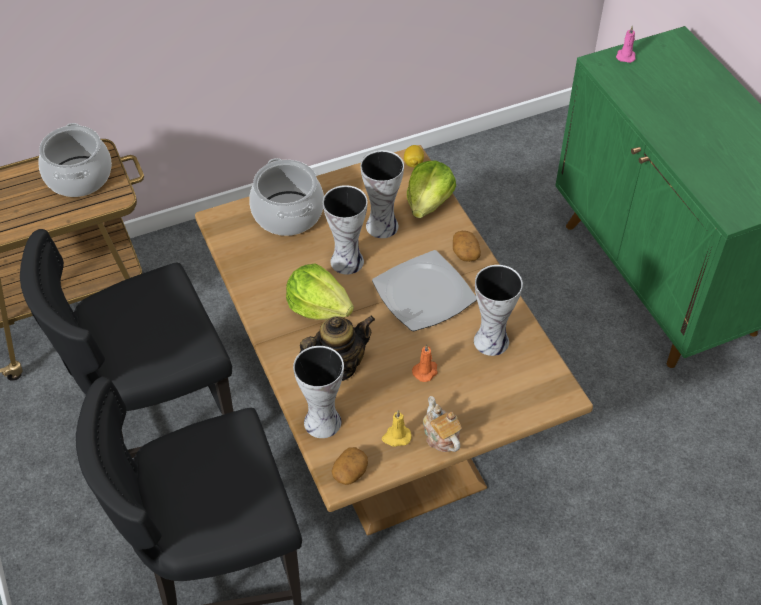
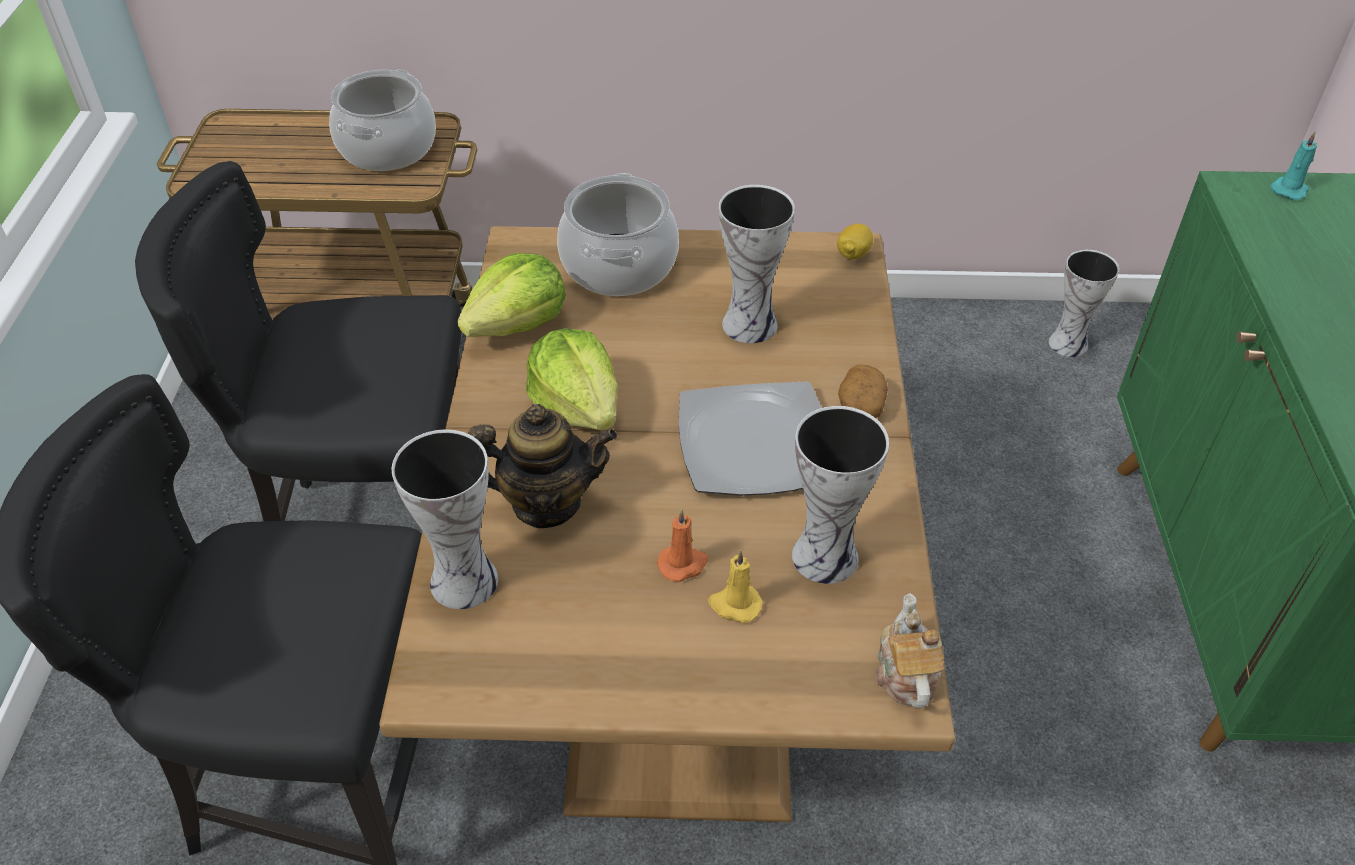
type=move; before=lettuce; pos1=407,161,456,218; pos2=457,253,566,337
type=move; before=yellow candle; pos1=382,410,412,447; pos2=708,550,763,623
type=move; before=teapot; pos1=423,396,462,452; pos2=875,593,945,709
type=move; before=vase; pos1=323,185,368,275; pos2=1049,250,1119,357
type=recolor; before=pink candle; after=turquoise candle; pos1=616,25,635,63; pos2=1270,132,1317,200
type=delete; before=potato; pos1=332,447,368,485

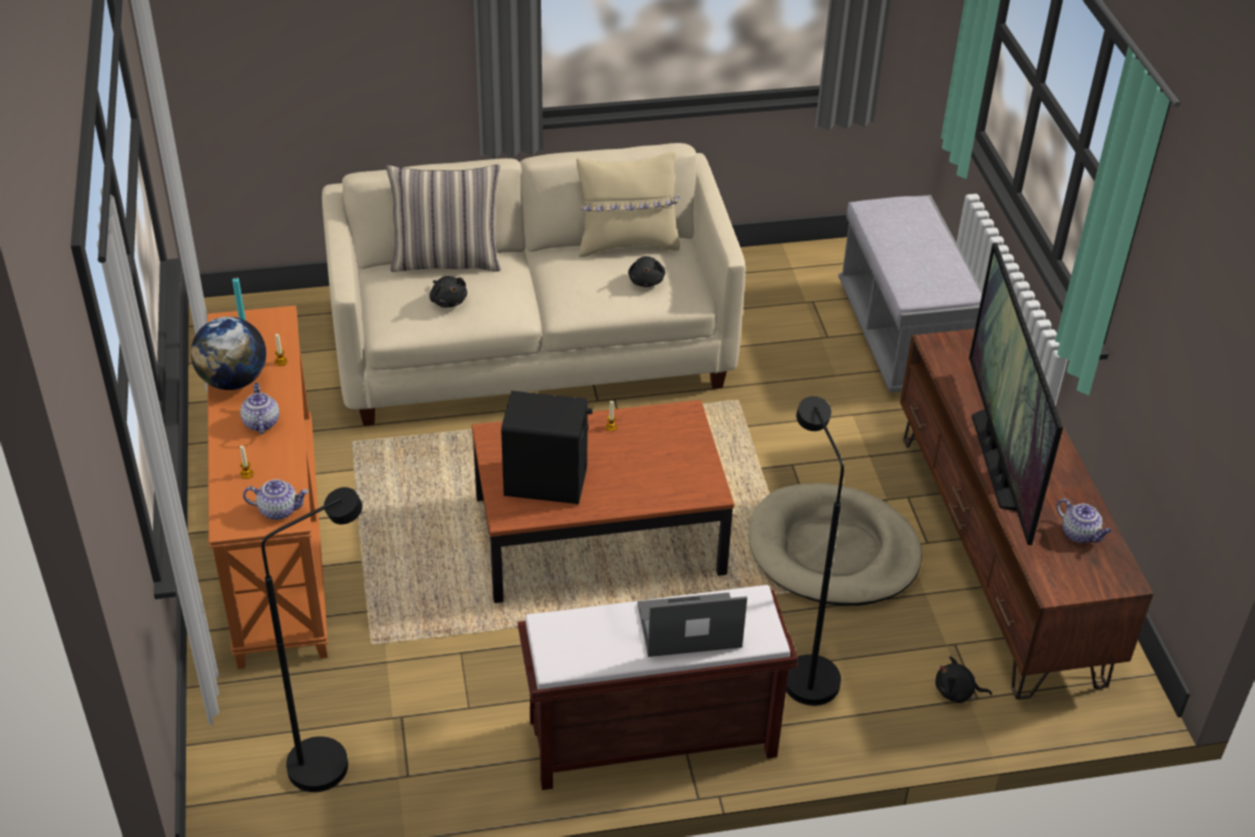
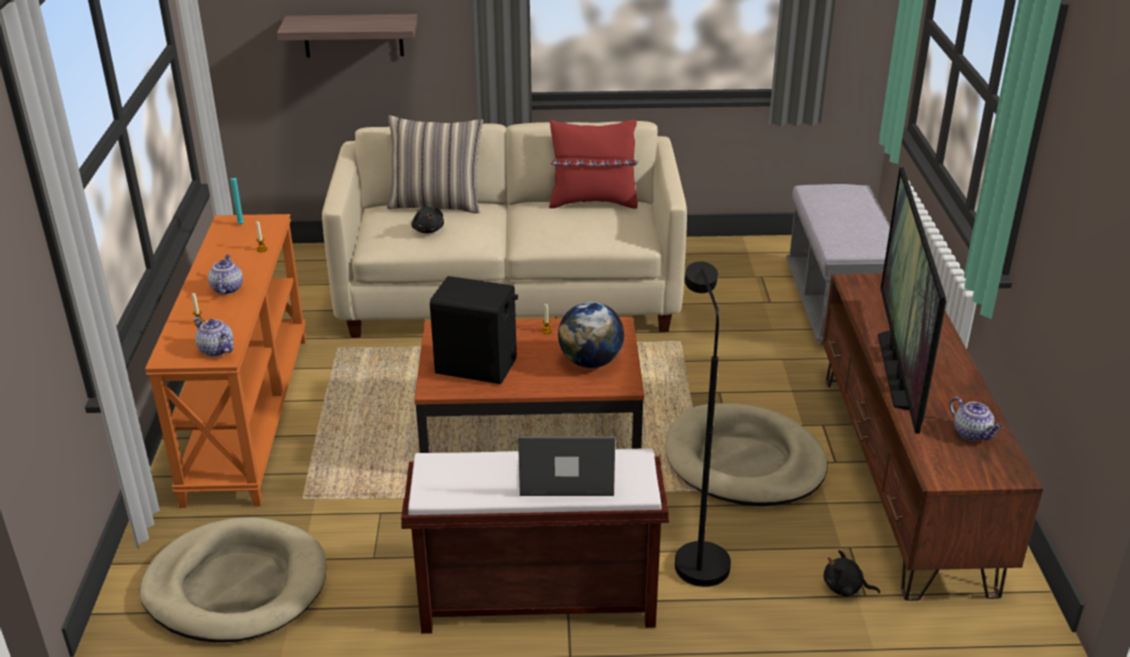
type=replace; before=black floor lamp; after=beige dog bed; pos1=261,487,362,792; pos2=139,517,326,643
type=rotate; before=teapot; pos1=243,479,309,520; pos2=194,317,234,357; turn=-150
type=insert; after=shelf; pos2=277,14,418,58
type=recolor; before=beige pillow; after=red pillow; pos1=576,151,681,257; pos2=549,120,639,209
type=move; before=globe; pos1=191,317,266,390; pos2=558,302,624,368
type=delete; before=black plush toy; pos1=628,256,665,287

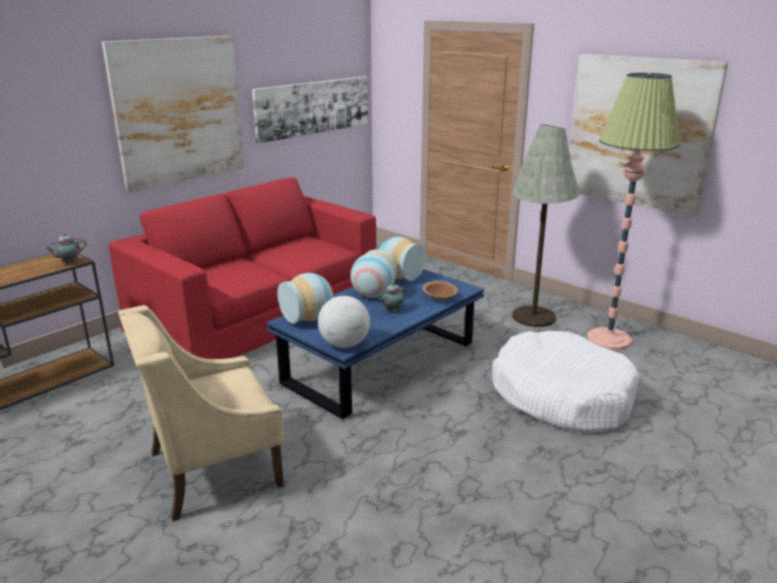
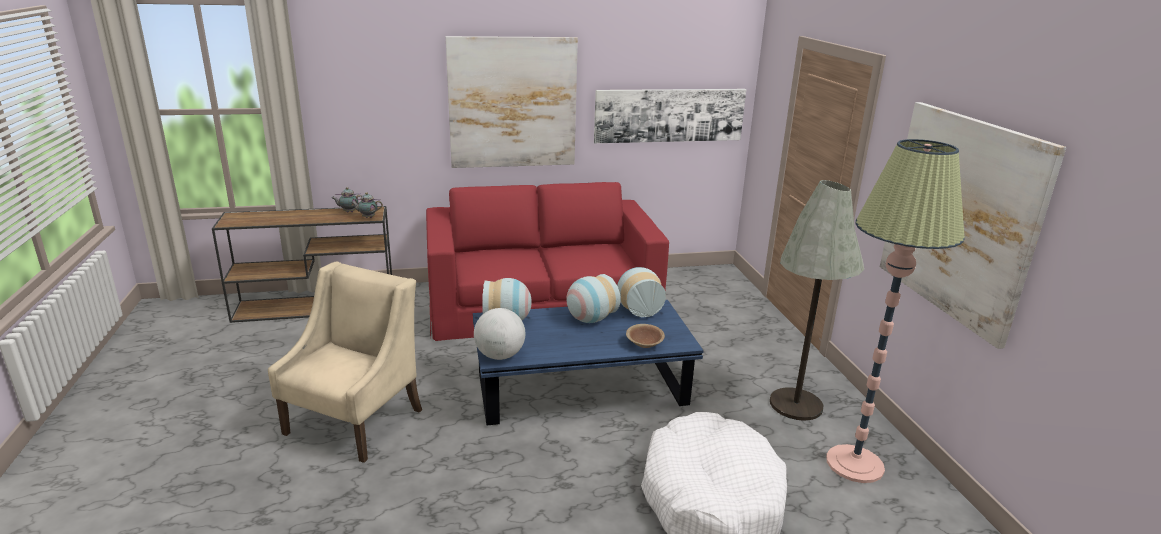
type=rotate; before=beige armchair; pos1=118,305,284,521; pos2=268,261,422,463; turn=105
type=move; before=teapot; pos1=379,282,406,312; pos2=332,187,362,212

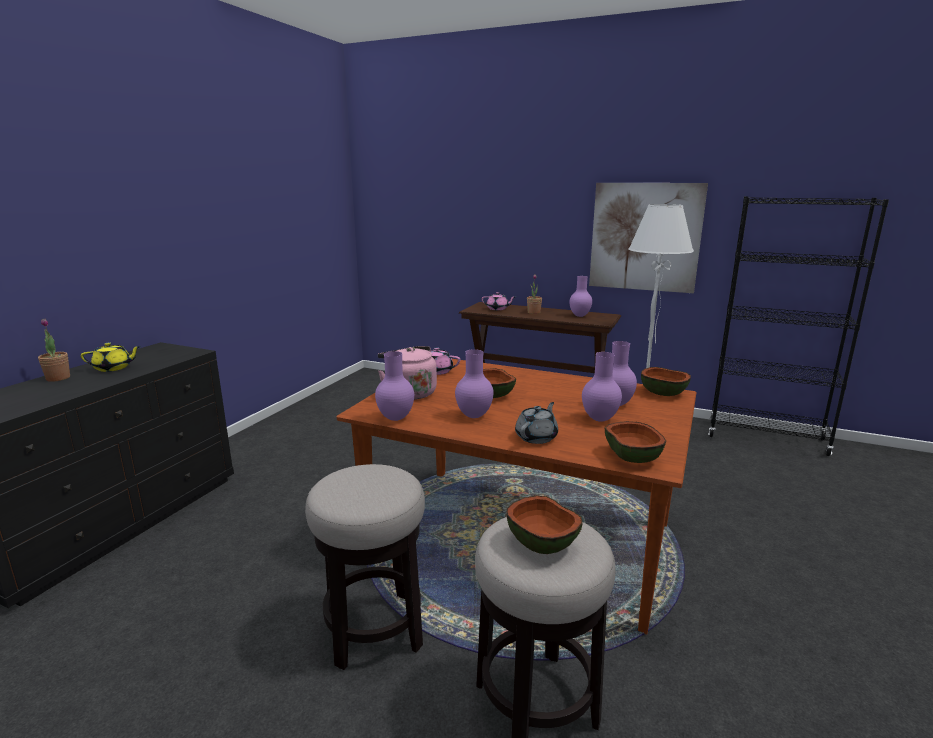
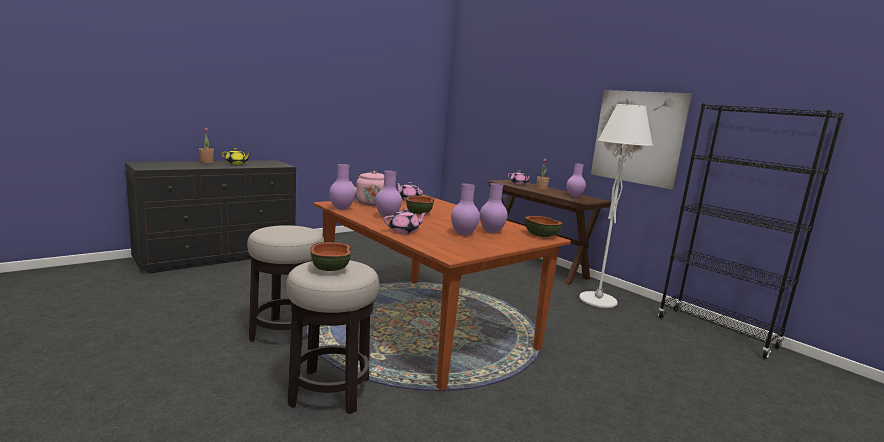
type=recolor; before=grey teapot; after=pink teapot; pos1=515,402,558,444; pos2=384,208,428,234
type=delete; before=bowl; pos1=605,421,666,463

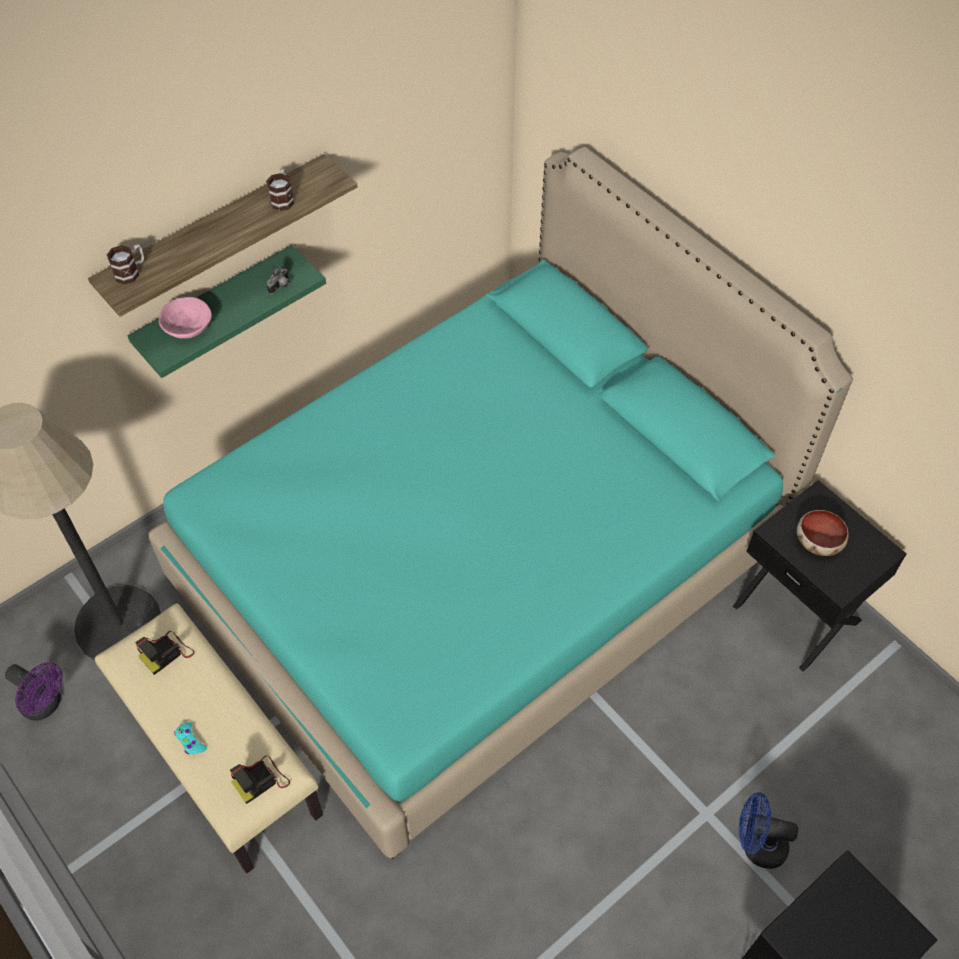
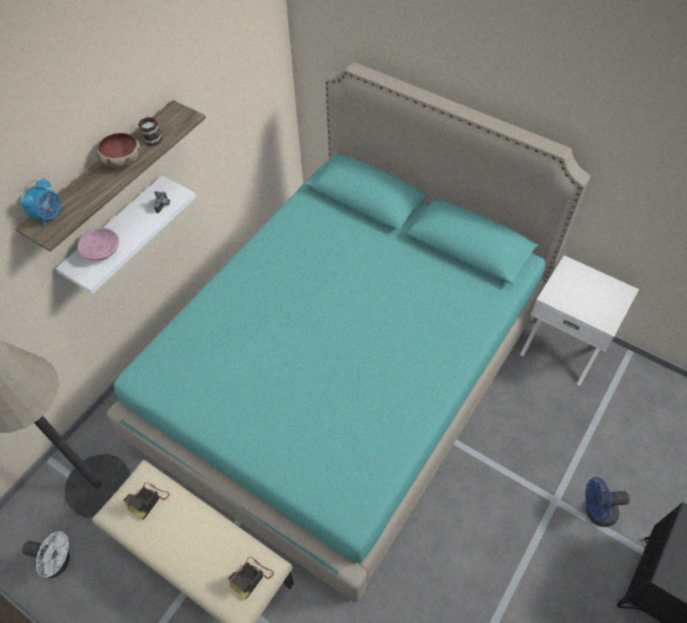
type=replace; before=mug; after=alarm clock; pos1=107,244,144,284; pos2=20,178,62,227
type=recolor; before=purple fan; after=white fan; pos1=5,662,63,721; pos2=22,532,70,578
type=recolor; before=green shelf; after=white shelf; pos1=128,245,326,378; pos2=56,175,196,294
type=move; before=bowl; pos1=796,510,849,556; pos2=97,133,140,168
type=recolor; before=black nightstand; after=white nightstand; pos1=733,480,907,671; pos2=520,255,639,386
type=delete; before=turquoise game controller; pos1=174,722,207,754

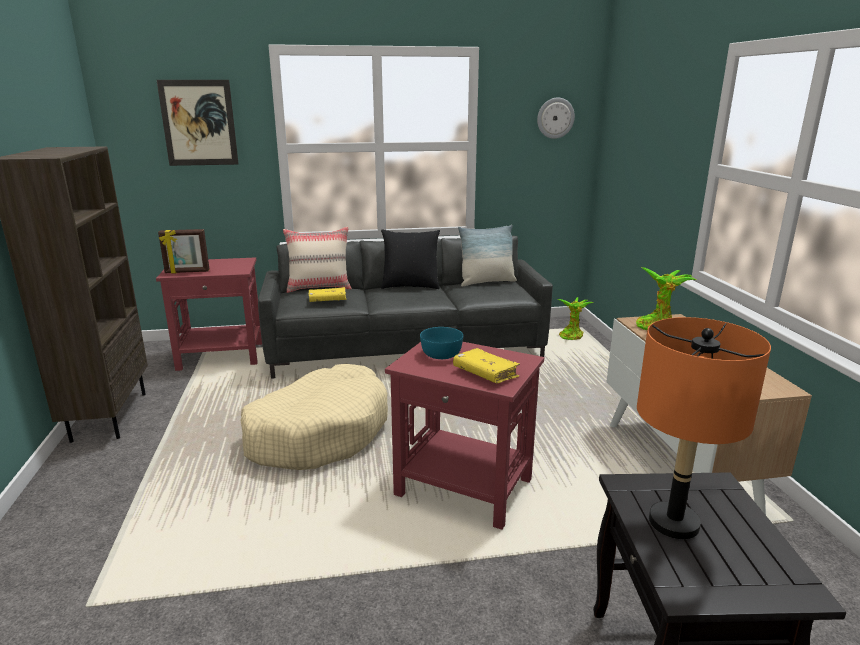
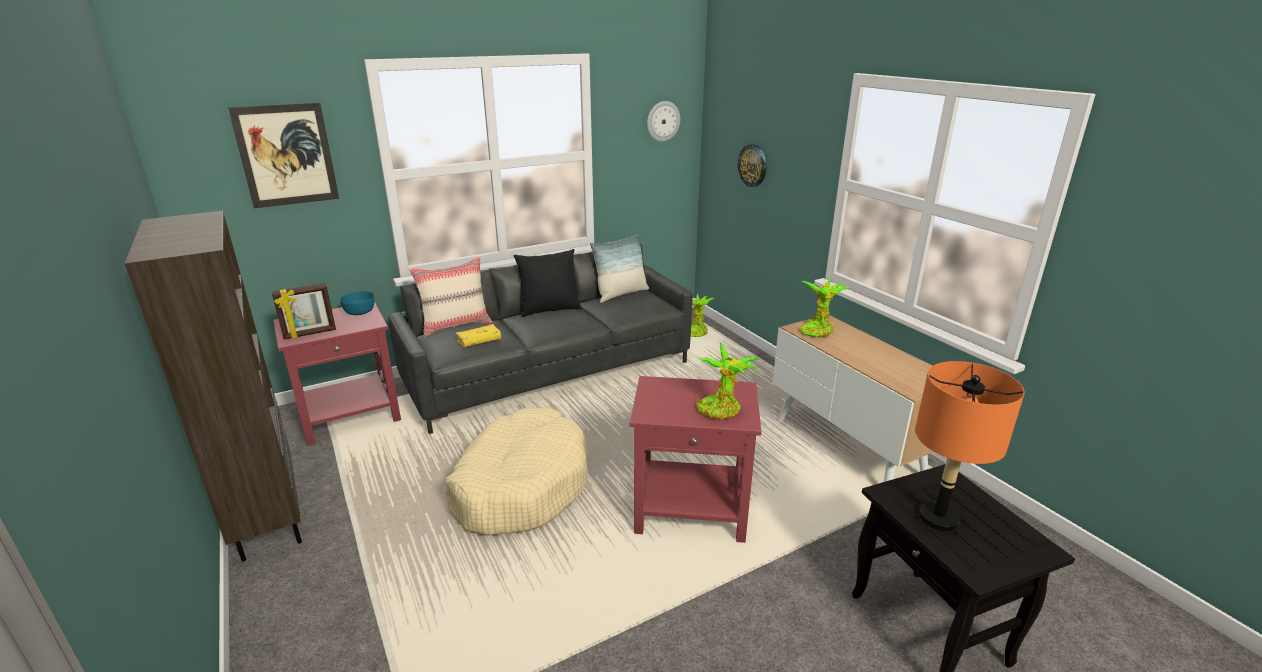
type=move; before=turquoise bowl; pos1=420,327,463,359; pos2=340,291,374,315
type=replace; before=yellow book; after=potted plant; pos1=453,348,520,383; pos2=697,342,760,419
type=insert; after=wall clock; pos2=738,144,767,187

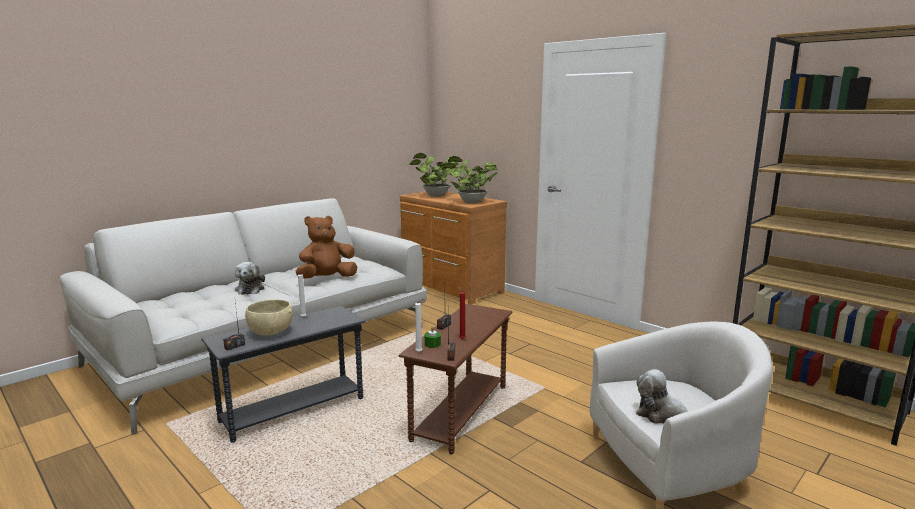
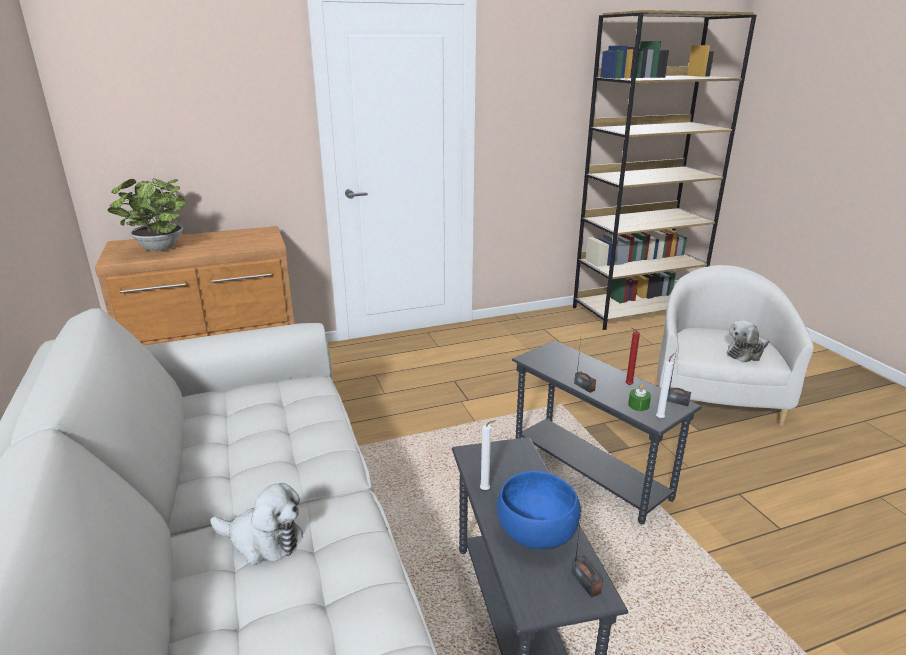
type=recolor; before=beige bowl; after=blue bowl; pos1=245,299,293,335; pos2=497,471,581,549
type=recolor; before=brown side table; after=grey side table; pos1=398,304,513,454; pos2=512,341,702,524
type=delete; before=brown plush toy; pos1=296,216,357,279
type=delete; before=potted plant; pos1=442,156,498,204

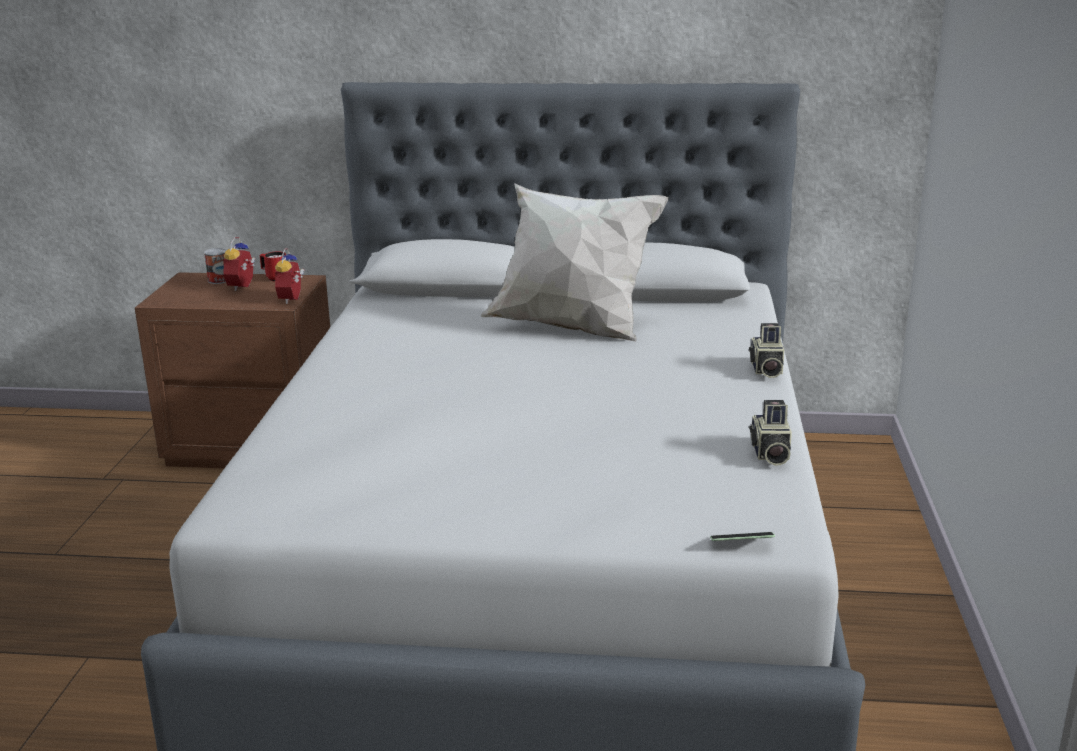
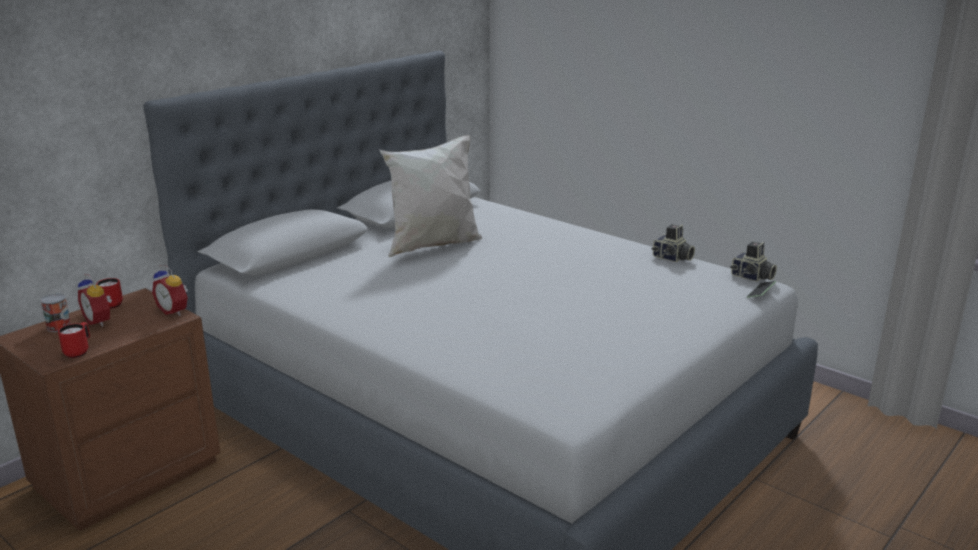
type=insert; after=red mug; pos2=58,322,90,358
type=move; before=photo camera; pos1=749,323,784,378; pos2=730,242,777,282

